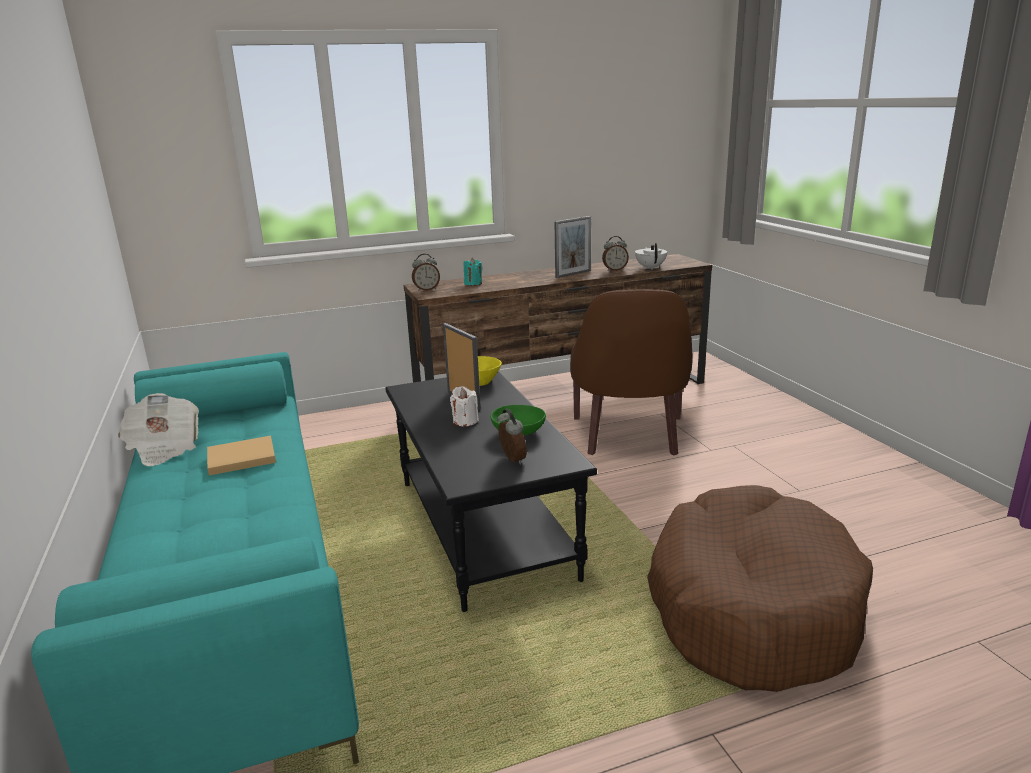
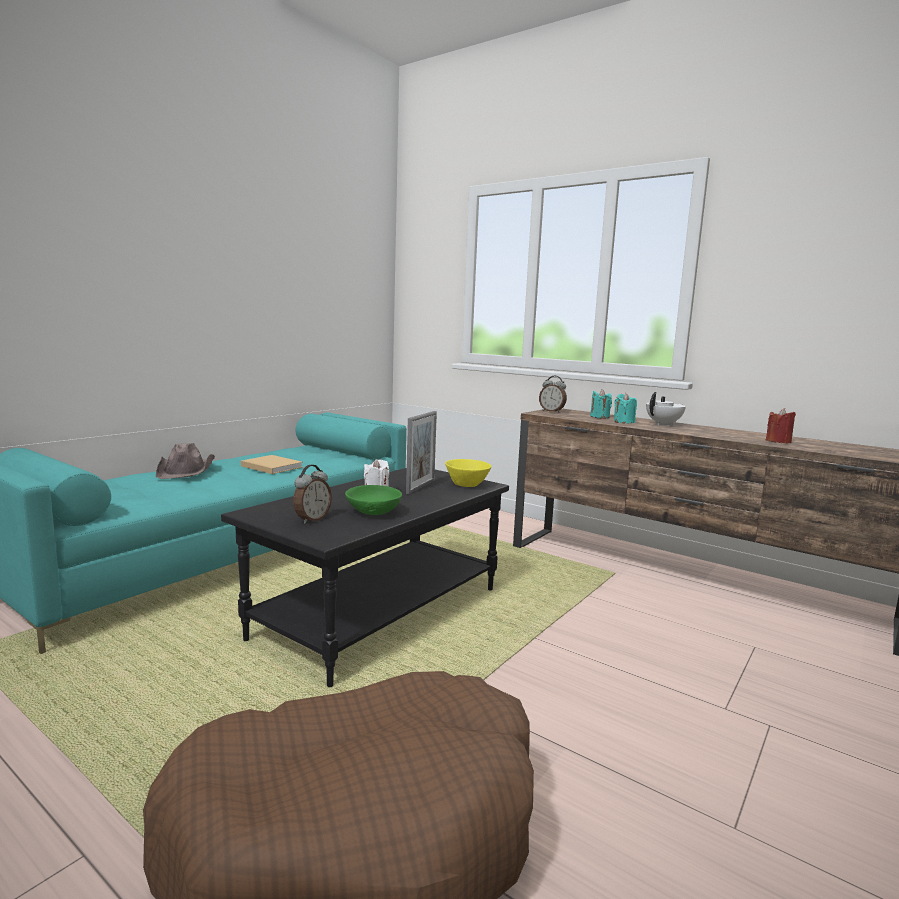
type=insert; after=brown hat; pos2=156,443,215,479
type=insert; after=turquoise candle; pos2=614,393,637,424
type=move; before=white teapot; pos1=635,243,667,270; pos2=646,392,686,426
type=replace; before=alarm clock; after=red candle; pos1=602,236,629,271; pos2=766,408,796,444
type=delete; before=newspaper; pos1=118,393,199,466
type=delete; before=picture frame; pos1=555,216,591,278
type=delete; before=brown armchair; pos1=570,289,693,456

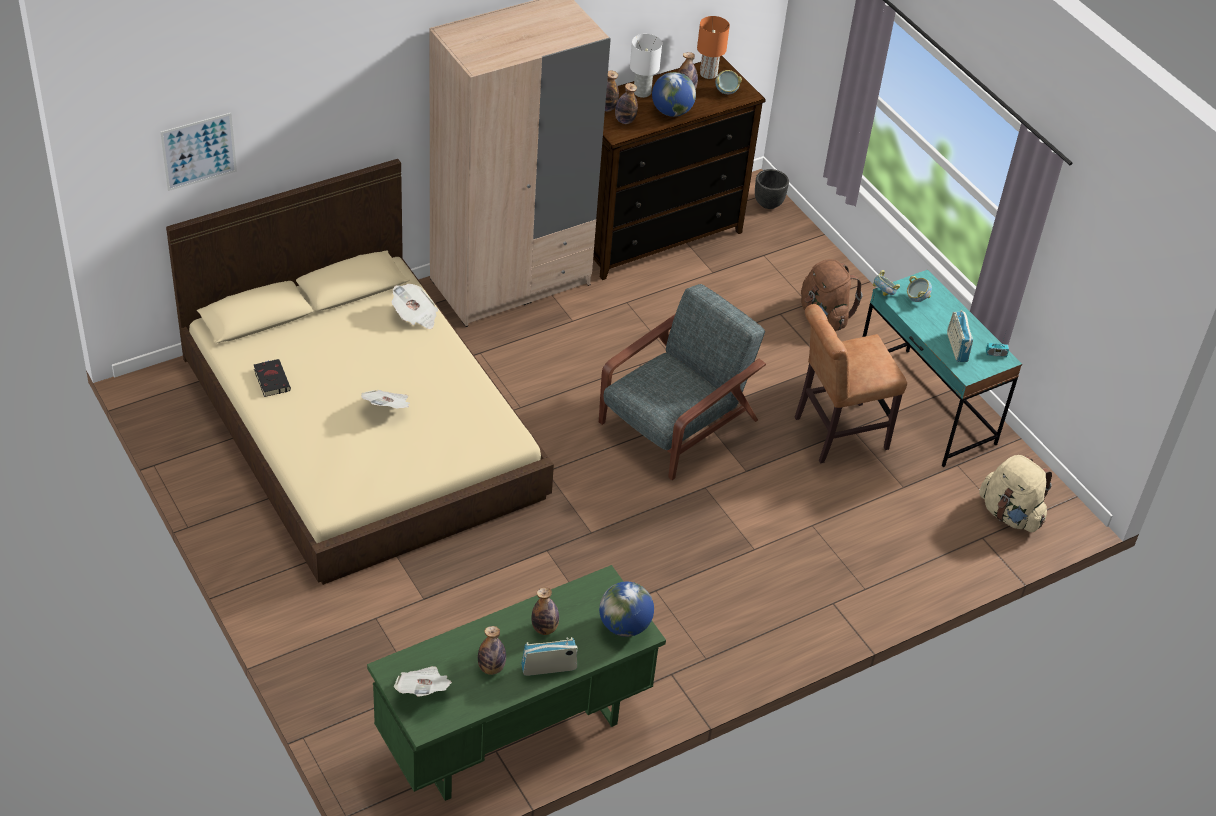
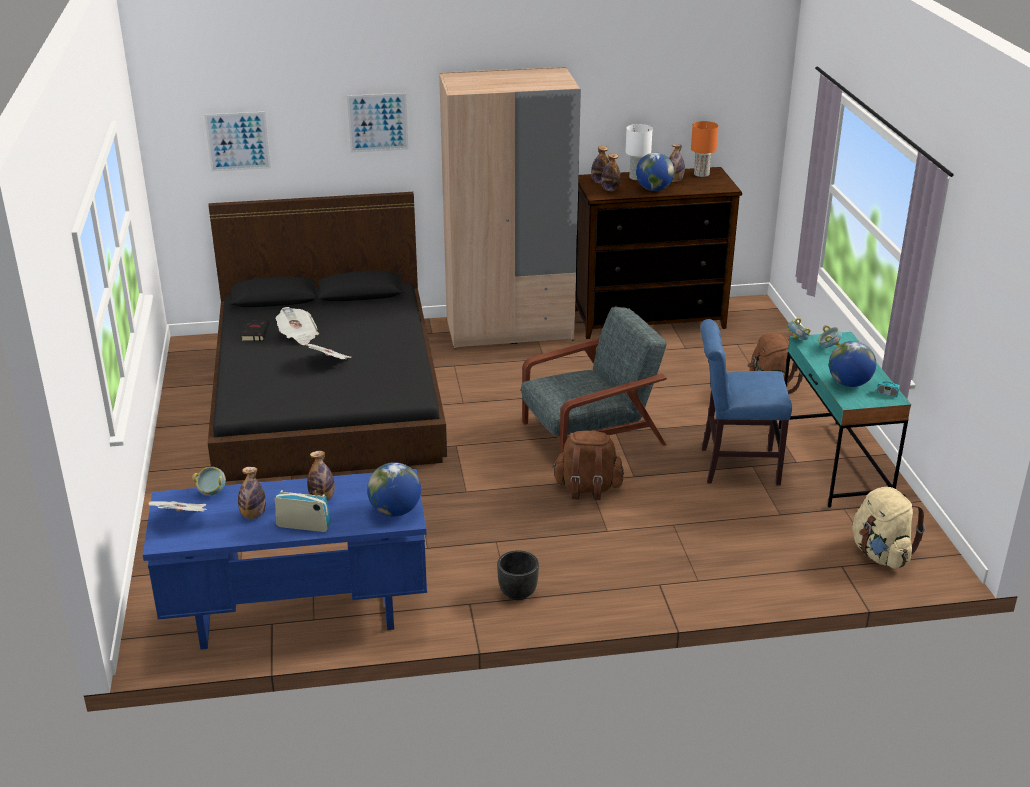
type=recolor; before=green desk; after=blue desk; pos1=367,565,666,801; pos2=143,469,427,649
type=move; before=bowl; pos1=715,70,742,94; pos2=192,467,226,496
type=recolor; before=beige bed; after=black bed; pos1=166,159,554,585; pos2=208,192,447,481
type=move; before=newspaper; pos1=392,284,438,329; pos2=276,307,319,345
type=insert; after=picture; pos2=347,93,409,153
type=move; before=black planter; pos1=755,169,789,209; pos2=497,550,539,600
type=insert; after=brown backpack; pos2=552,430,624,500
type=recolor; before=brown chair; after=blue chair; pos1=794,304,907,463; pos2=700,319,792,486
type=replace; before=radio; after=globe; pos1=947,310,973,362; pos2=829,341,876,387

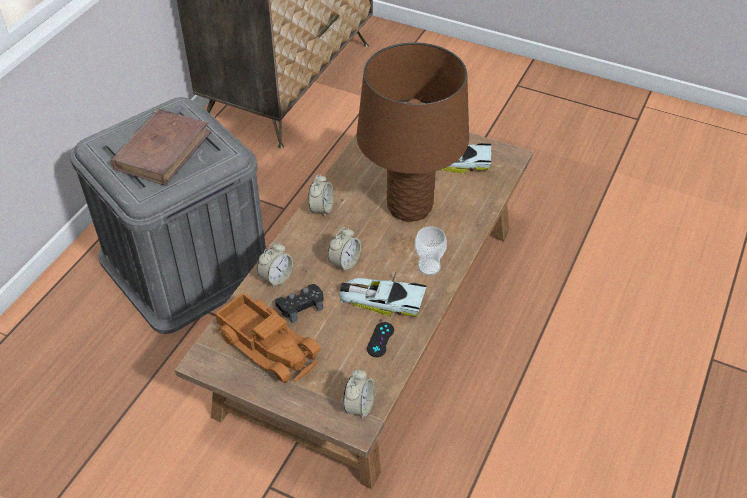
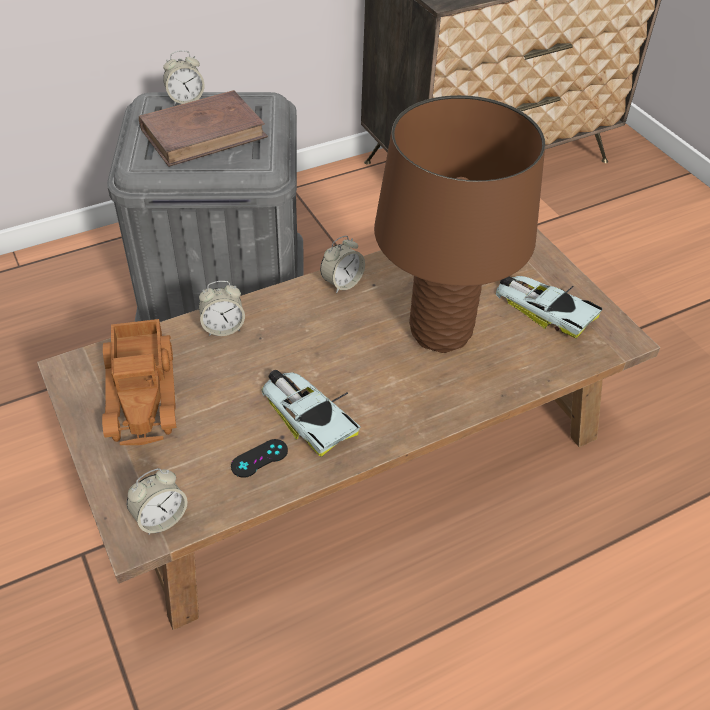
type=move; before=alarm clock; pos1=328,227,361,273; pos2=163,50,204,106
type=delete; before=black game controller; pos1=275,284,323,323
type=delete; before=cup; pos1=415,227,447,276

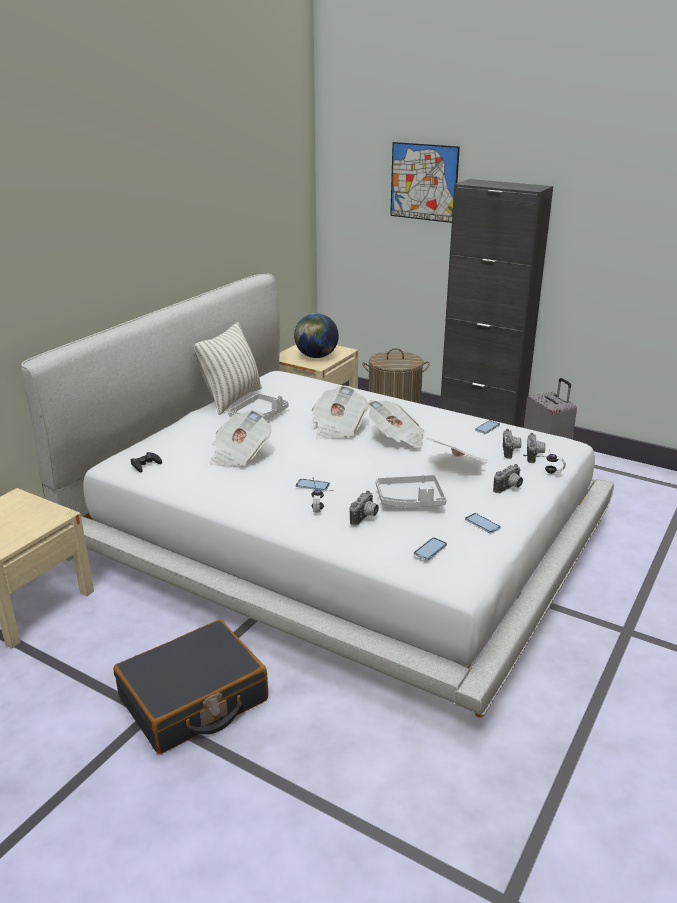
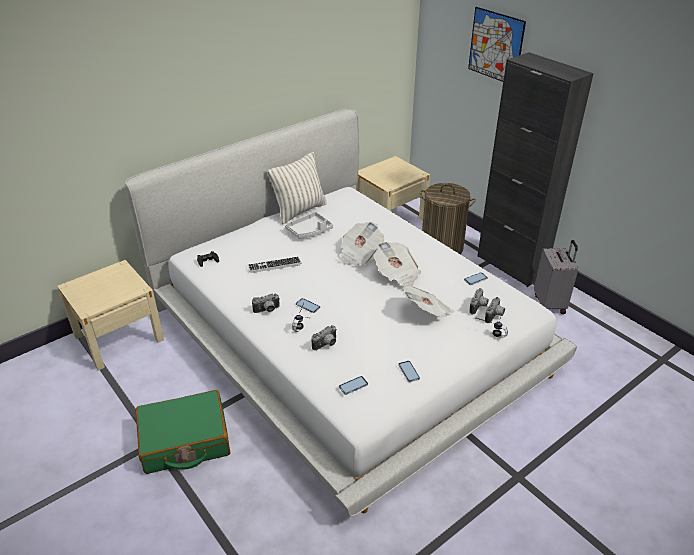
type=recolor; before=black suitcase; after=green suitcase; pos1=113,620,268,754; pos2=136,390,231,474
type=replace; before=newspaper; after=keyboard; pos1=210,410,272,466; pos2=248,257,301,273
type=move; before=photo camera; pos1=493,464,523,493; pos2=252,293,280,313
type=delete; before=globe; pos1=294,313,339,358
type=delete; before=grey tray; pos1=376,475,446,507

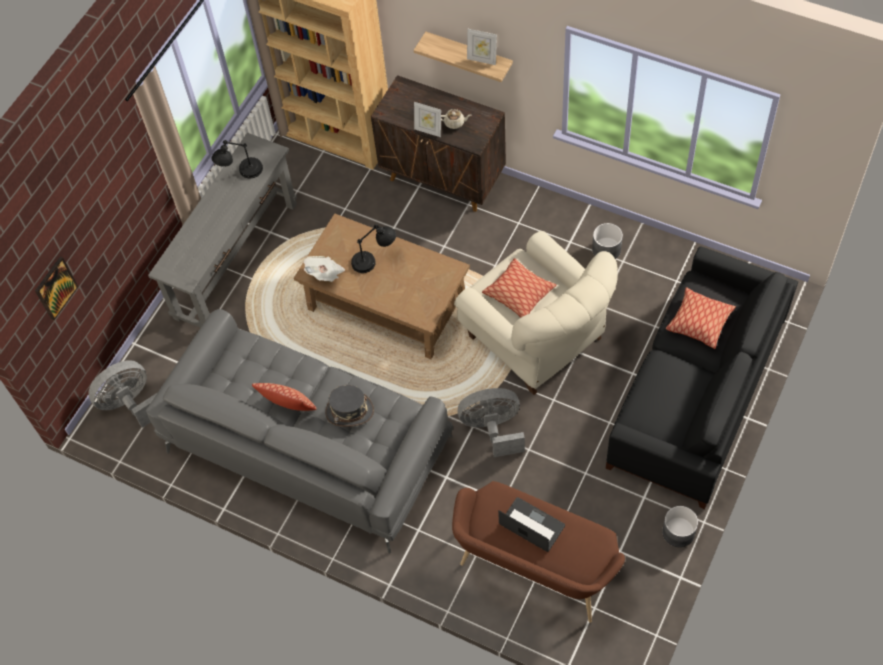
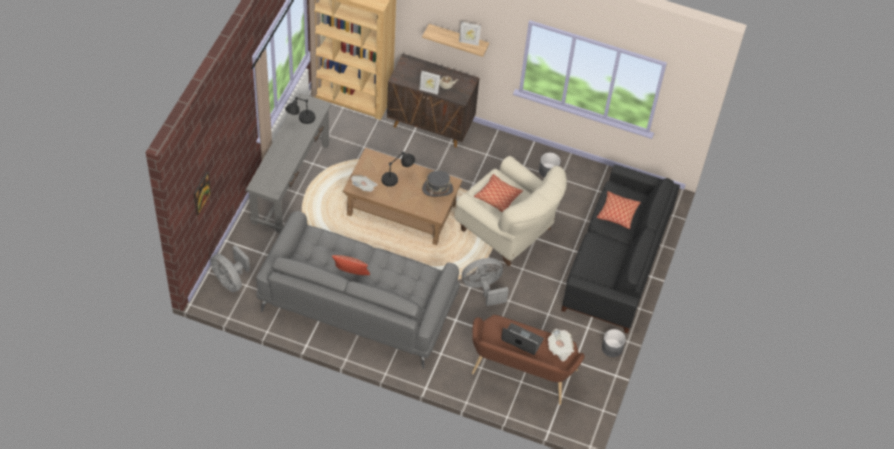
type=rotate; before=grey fan; pos1=88,360,157,428; pos2=210,245,250,292; turn=-90
type=move; before=grey hat; pos1=325,385,374,427; pos2=422,170,453,197
type=insert; after=newspaper; pos2=548,329,574,362

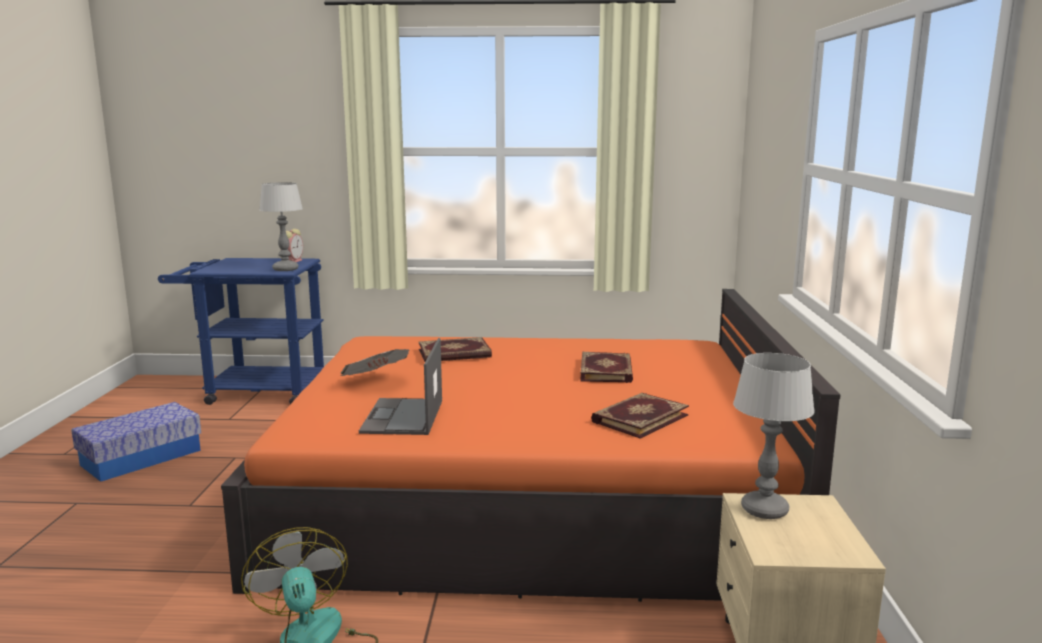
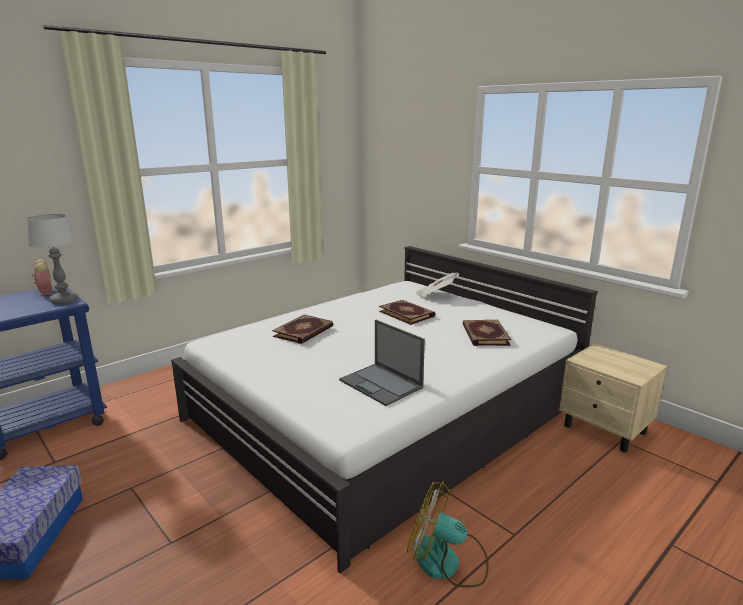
type=recolor; before=orange bed; after=white bed; pos1=221,289,841,602; pos2=171,246,598,573
type=move; before=newspaper; pos1=340,349,409,376; pos2=416,273,459,297
type=delete; before=table lamp; pos1=733,353,815,519

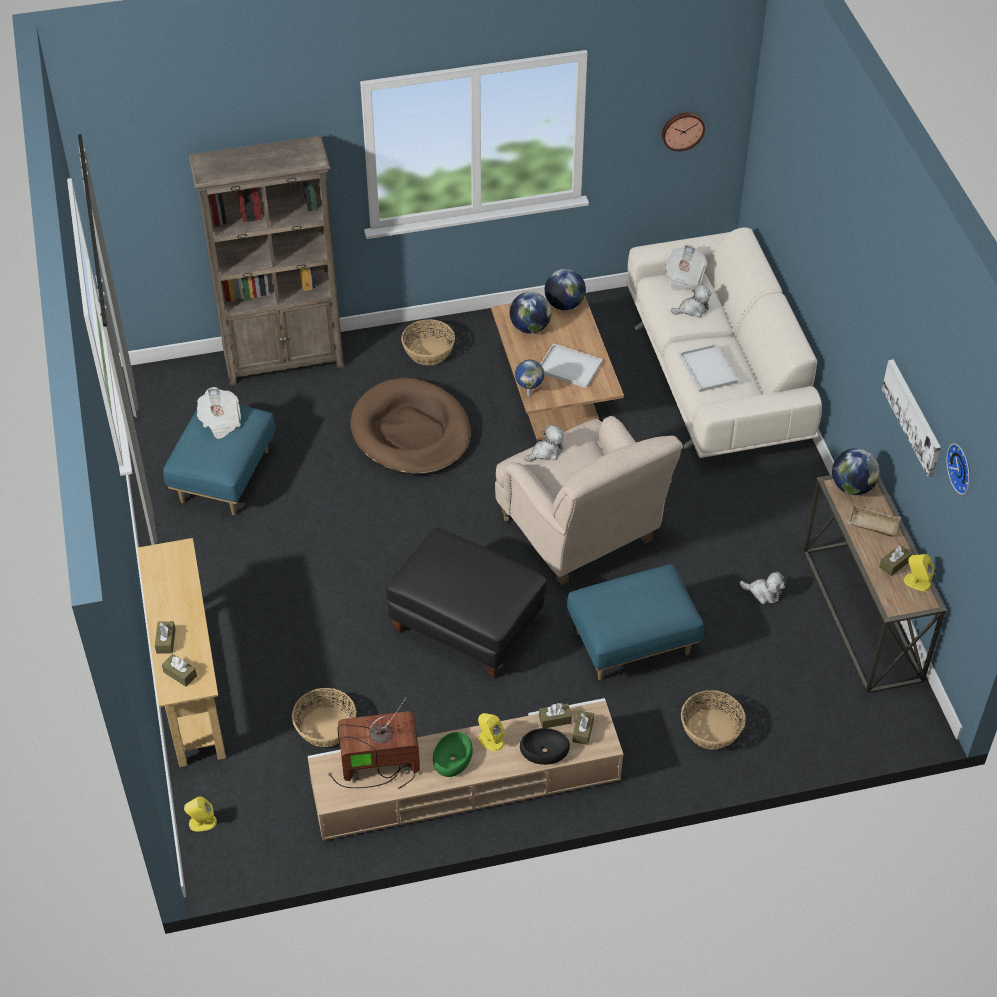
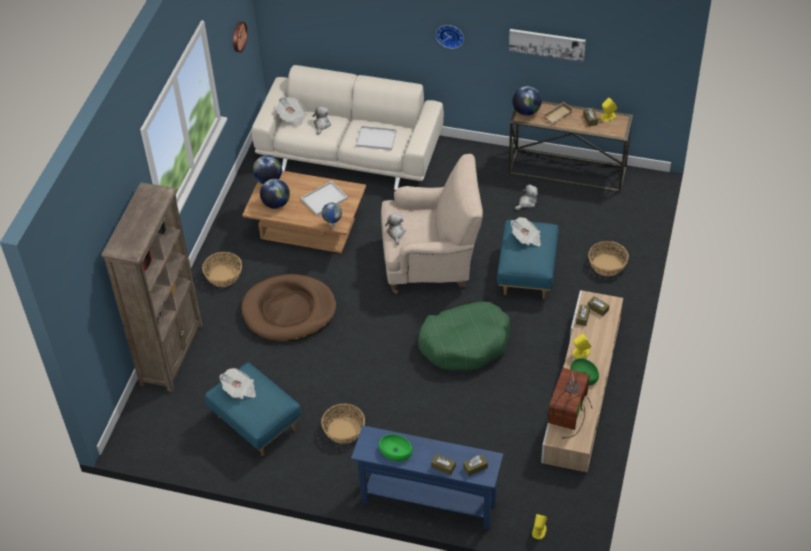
type=move; before=basket; pos1=292,688,357,747; pos2=321,404,365,444
type=recolor; before=beige console table; after=blue console table; pos1=137,538,226,767; pos2=351,425,503,530
type=insert; after=green bowl; pos2=379,434,413,462
type=replace; before=black ottoman; after=green dog bed; pos1=386,528,547,678; pos2=418,302,510,371
type=move; before=wall clock; pos1=946,444,970,495; pos2=436,25,464,49
type=insert; after=newspaper; pos2=511,217,541,246
type=delete; before=black bowl; pos1=520,728,570,765

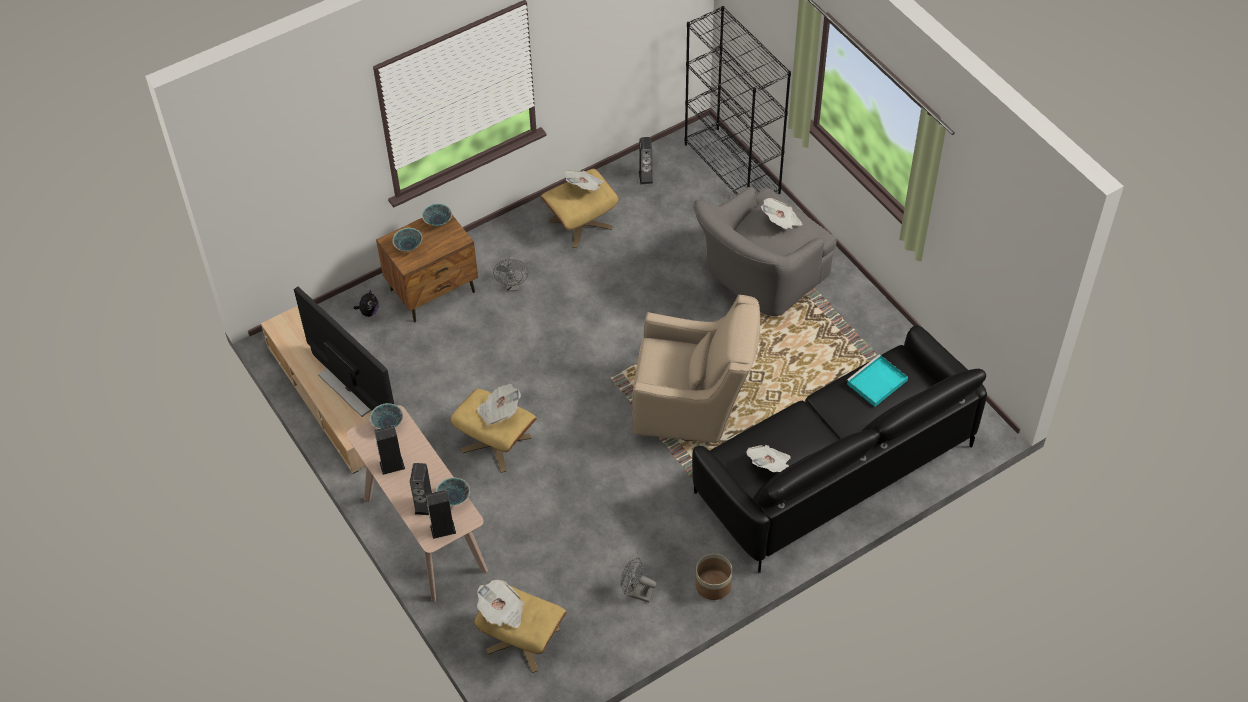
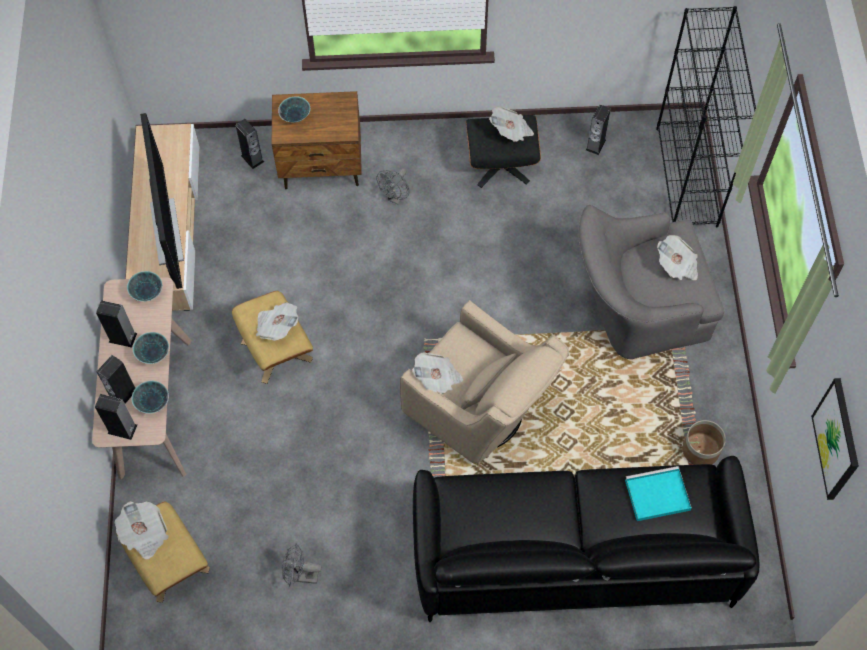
type=move; before=bowl; pos1=422,203,452,226; pos2=133,332,169,364
type=replace; before=plush toy; after=speaker; pos1=354,290,379,317; pos2=235,119,264,169
type=rotate; before=grey fan; pos1=620,557,657,602; pos2=282,543,322,587; turn=-45
type=move; before=newspaper; pos1=747,445,791,472; pos2=412,352,463,394
type=recolor; before=beige ottoman; after=black ottoman; pos1=541,169,619,248; pos2=465,115,541,188
type=move; before=planter; pos1=695,554,732,600; pos2=683,420,726,465
type=insert; after=picture; pos2=811,378,859,500

